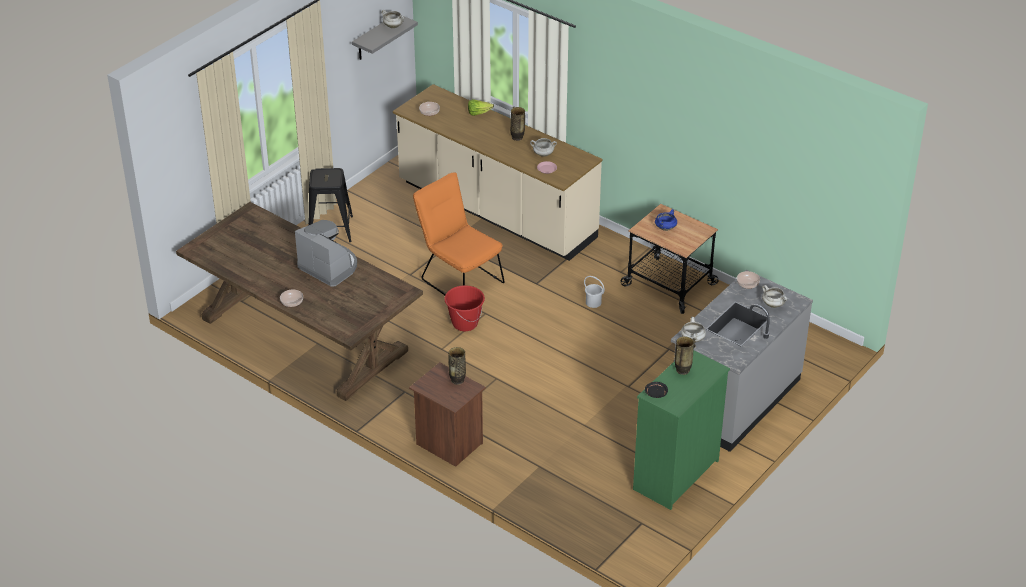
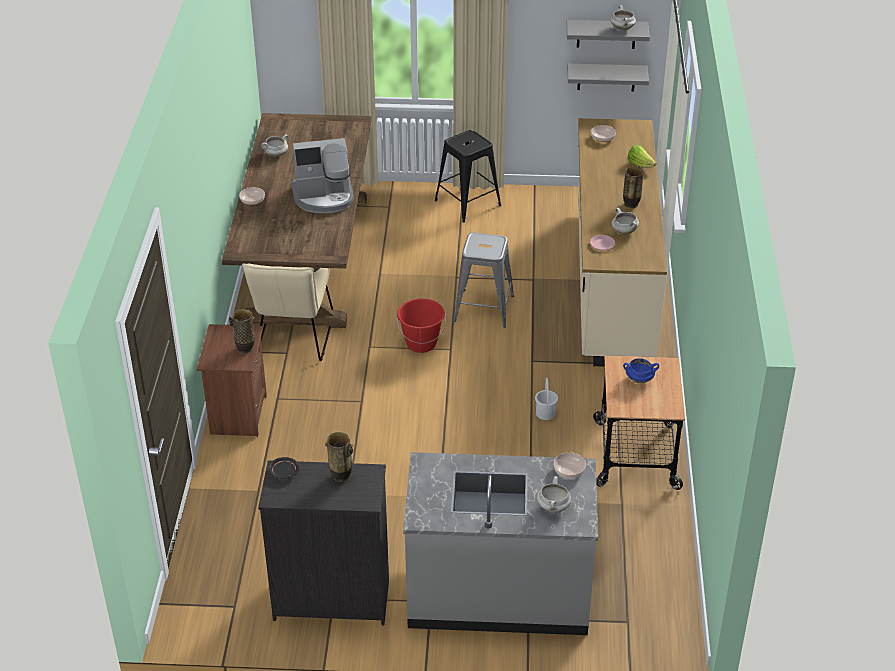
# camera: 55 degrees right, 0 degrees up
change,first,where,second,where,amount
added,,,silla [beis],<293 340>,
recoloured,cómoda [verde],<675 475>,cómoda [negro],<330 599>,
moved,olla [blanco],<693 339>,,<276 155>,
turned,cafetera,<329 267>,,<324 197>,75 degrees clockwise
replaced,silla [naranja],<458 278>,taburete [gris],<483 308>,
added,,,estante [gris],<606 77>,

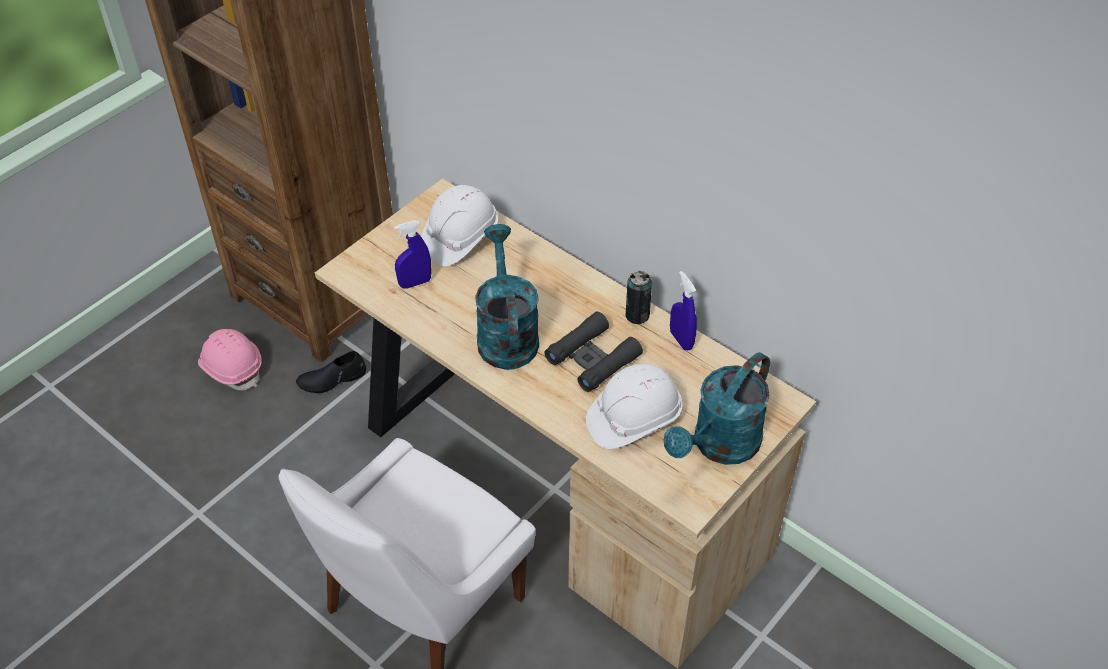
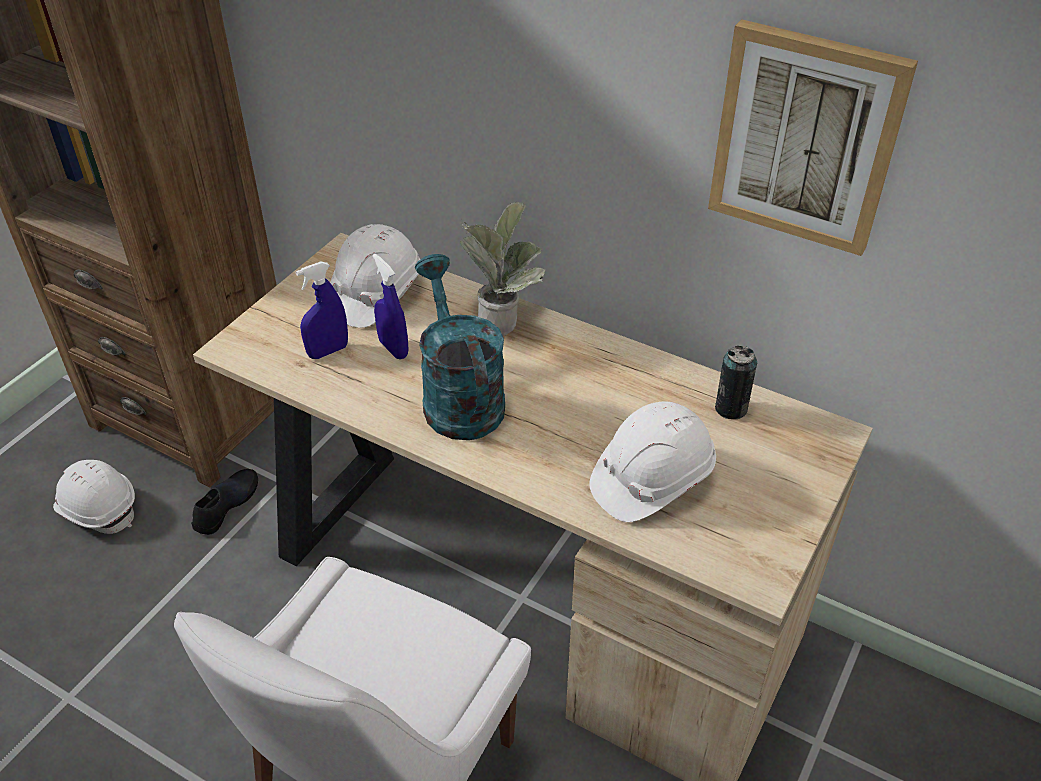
# camera: 10 degrees left, 5 degrees down
change,first,where,second,where,amount
recoloured,casco [rosa],<232 368>,casco [blanco],<98 508>,
turned,zapato [negro],<332 379>,,<226 505>,150 degrees clockwise
moved,pulverizador [azul],<681 340>,,<393 349>,
added,,,planta en maceta,<503 319>,
added,,,cuadro,<806 138>,
moved,lata,<637 315>,,<731 408>,
removed,prismáticos [negro],<592 358>,,,
removed,regadera [turquesa],<719 446>,,,

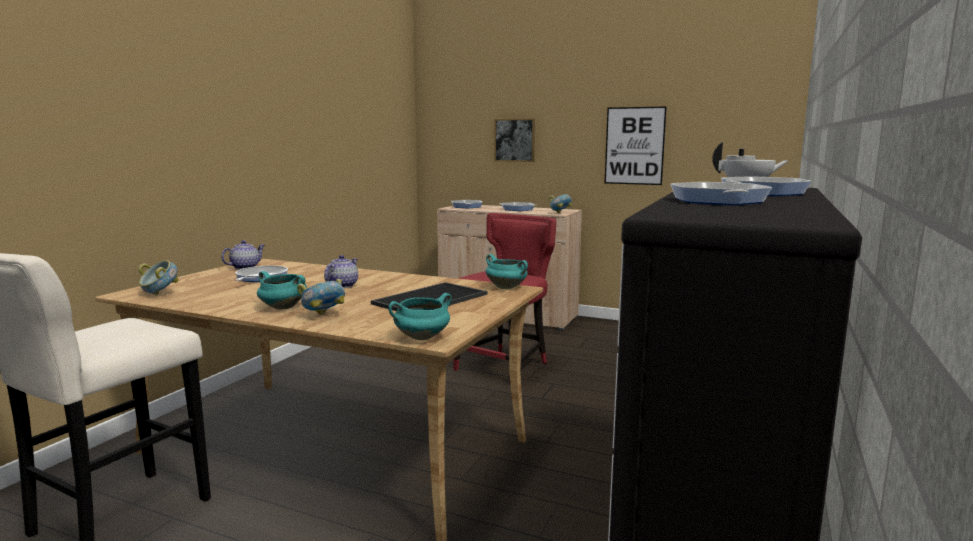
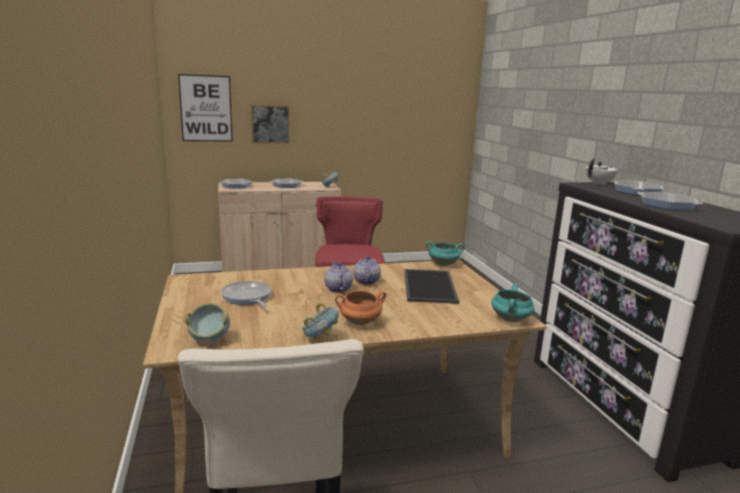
# camera: 40 degrees left, 5 degrees up
change,first,where,second,where,amount
moved,cuadro,<634 146>,,<206 108>,
moved,cuenco,<324 315>,,<319 338>,
recoloured,olla [turquesa],<282 308>,olla [naranja],<359 322>,
moved,tetera,<245 267>,,<366 281>,

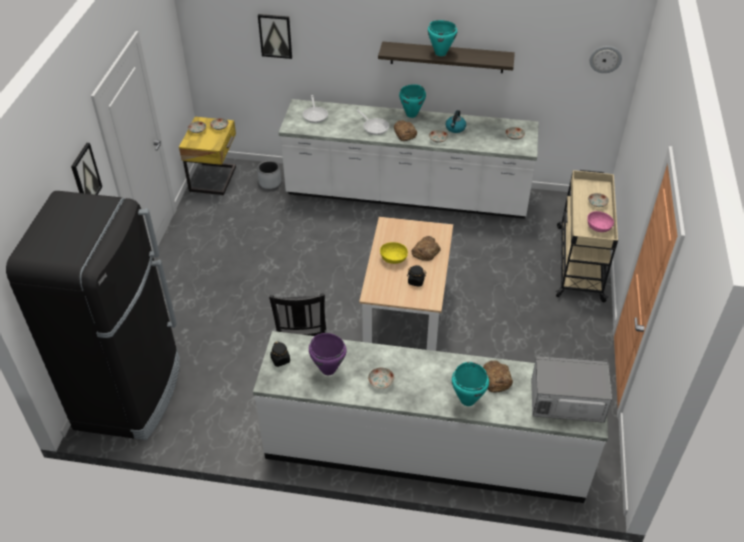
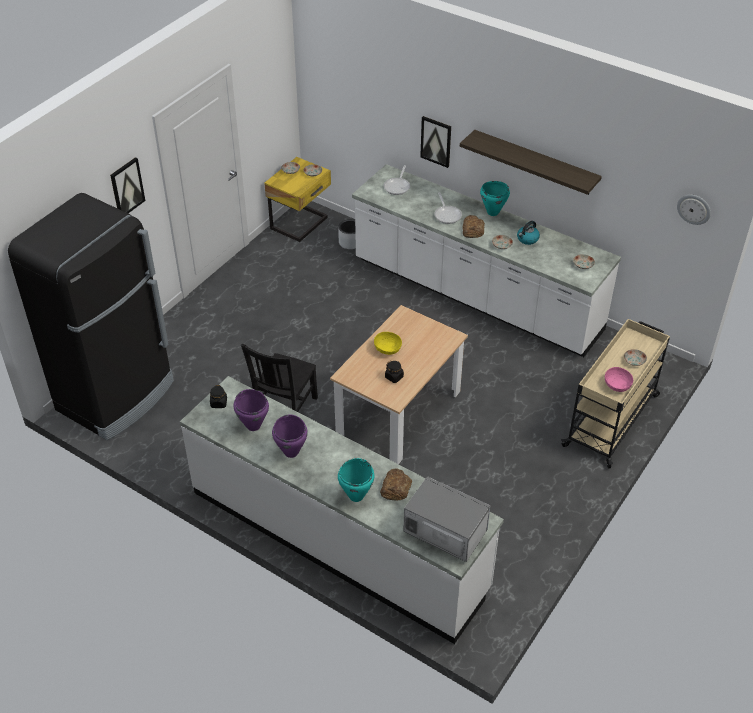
# camera: 25 degrees right, 0 degrees up
change,first,where,second,where,amount
replaced,plato,<381 381>,olla [morado],<291 452>,
moved,cuadro,<275 36>,,<436 141>,
removed,pan,<425 251>,,,
removed,olla [turquesa],<440 53>,,,

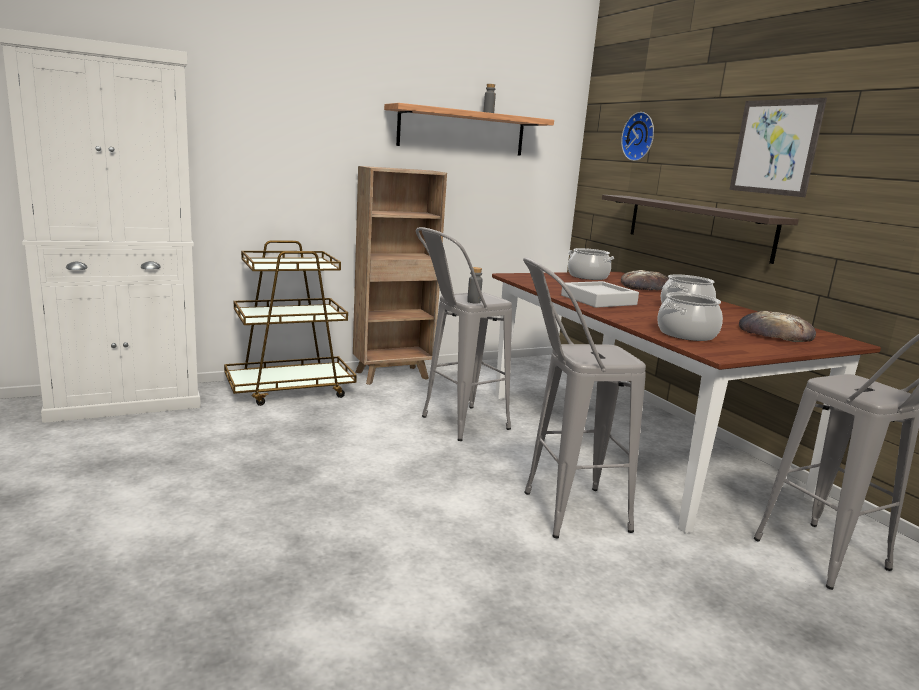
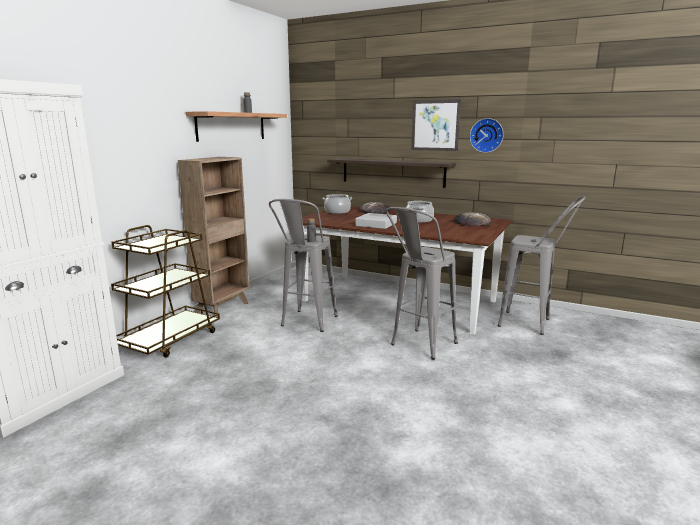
# camera: 35 degrees left, 0 degrees up
change,first,where,second,where,amount
moved,reloj de pared,<640 137>,,<486 135>,
removed,olla,<686 334>,,,

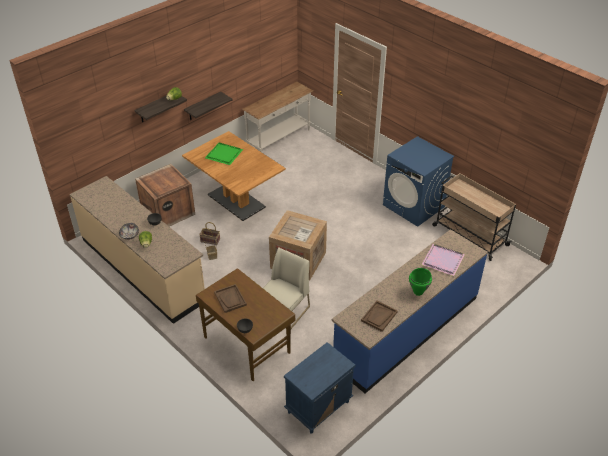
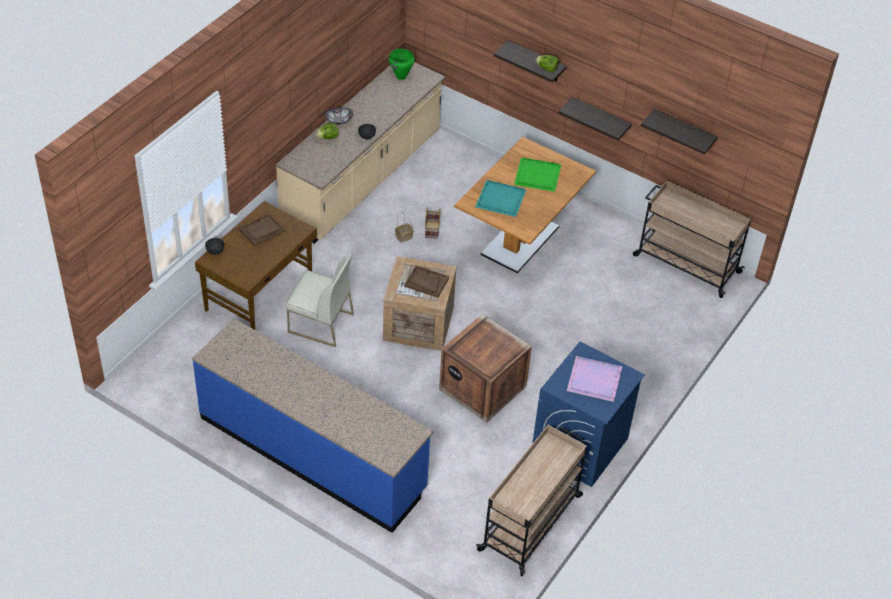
# camera: 75 degrees right, 5 degrees up
change,first,where,second,where,amount
moved,olla [verde],<418 292>,,<401 76>,
moved,bandeja [marrón],<379 317>,,<426 282>,
moved,caja de embalaje,<169 212>,,<482 389>,
added,,,bandeja [turquesa],<501 199>,
moved,bandeja [morado],<442 261>,,<593 379>,
replaced,mesa consola [blanco],<279 139>,carrito [beis],<685 263>,
added,,,estante,<684 131>,
removed,mesita de noche [azul],<318 407>,,,

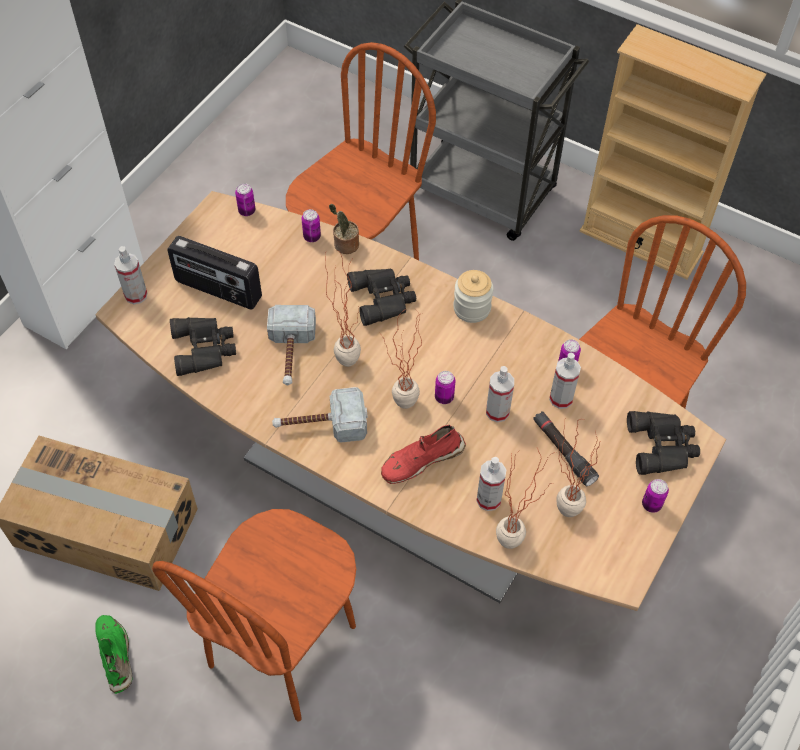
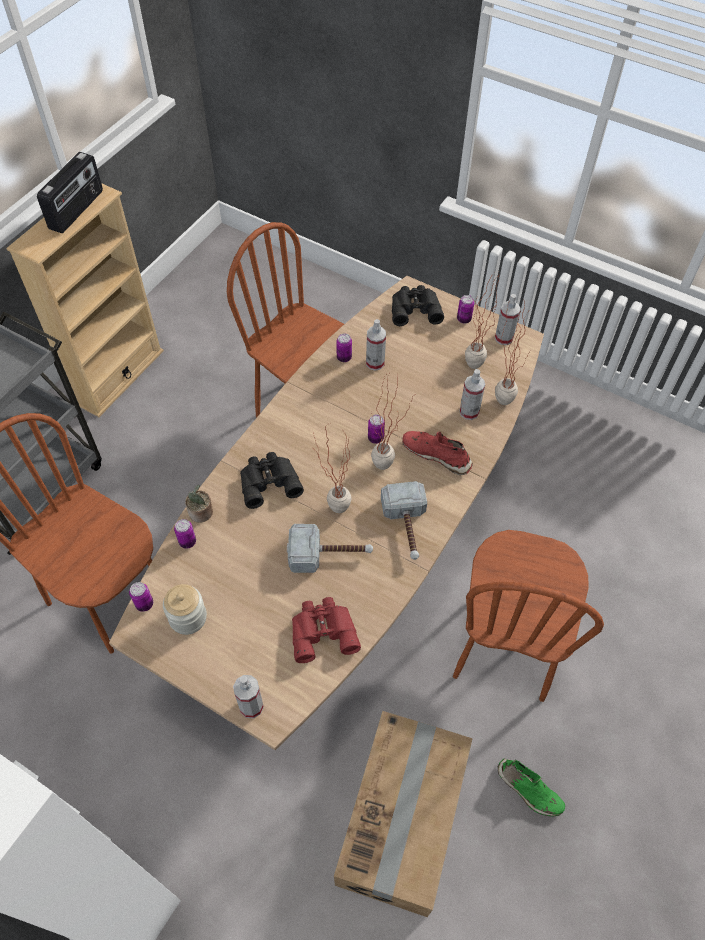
# camera: 90 degrees left, 0 degrees up
change,first,where,second,where,amount
moved,radio,<218 290>,,<77 210>,
moved,tarro,<472 308>,,<188 617>,
recoloured,prismáticos [negro],<205 348>,prismáticos [rojo],<322 630>,
turned,zapato [rojo],<421 459>,,<436 454>,150 degrees clockwise
turned,silla [marrón],<283 646>,,<505 646>,75 degrees clockwise
moved,pulverizador,<497 412>,,<504 338>,
turned,zapato [verde],<116 655>,,<528 790>,120 degrees counterclockwise
removed,linterna [negro],<563 451>,,,

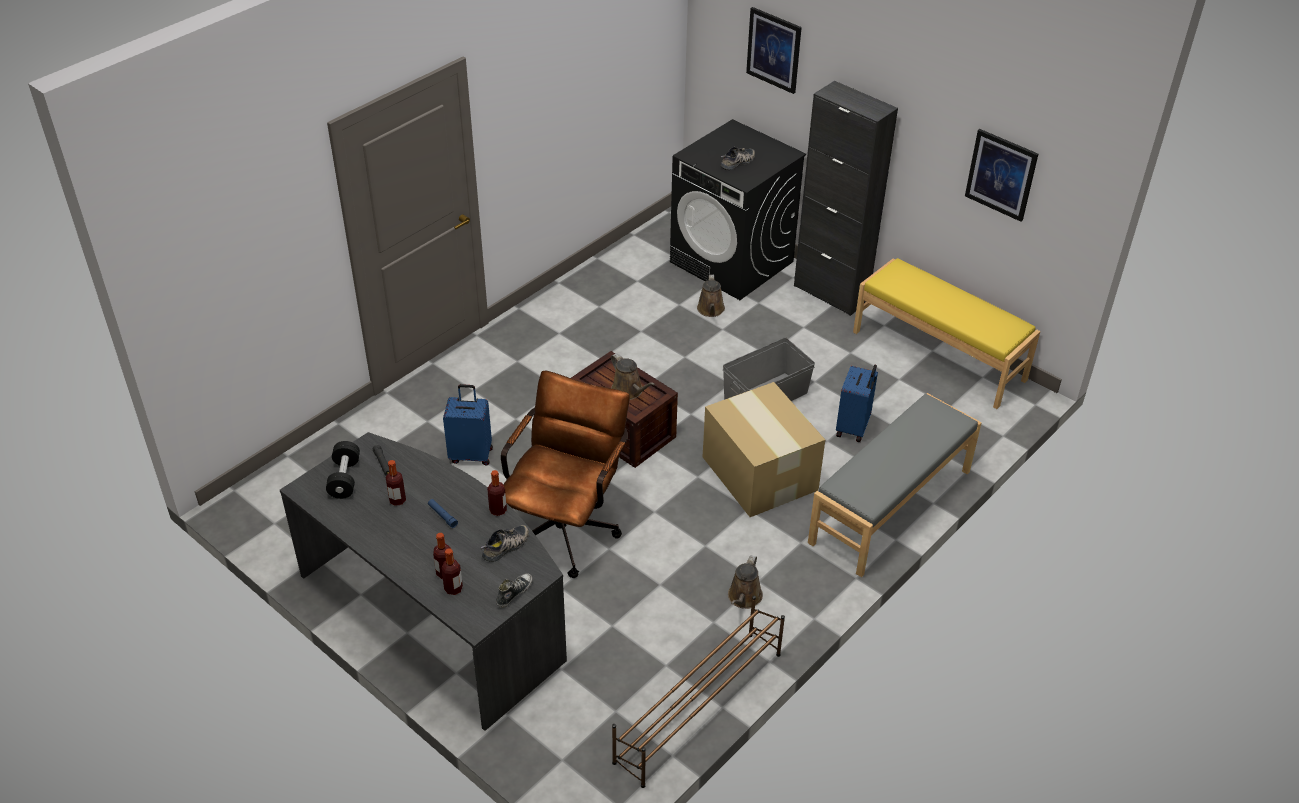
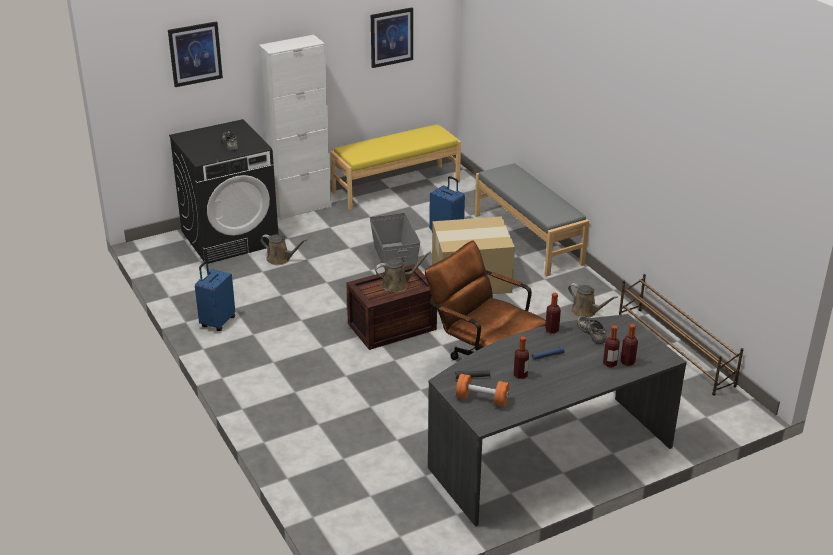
# camera: 70 degrees left, 10 degrees down
change,first,where,second,where,amount
moved,maleta [azul],<471 454>,,<217 322>,
recoloured,armario [negro],<831 293>,armario [blanco],<301 208>,
recoloured,mancuerna [negro],<344 478>,mancuerna [naranja],<482 399>,
removed,zapato,<514 593>,,,

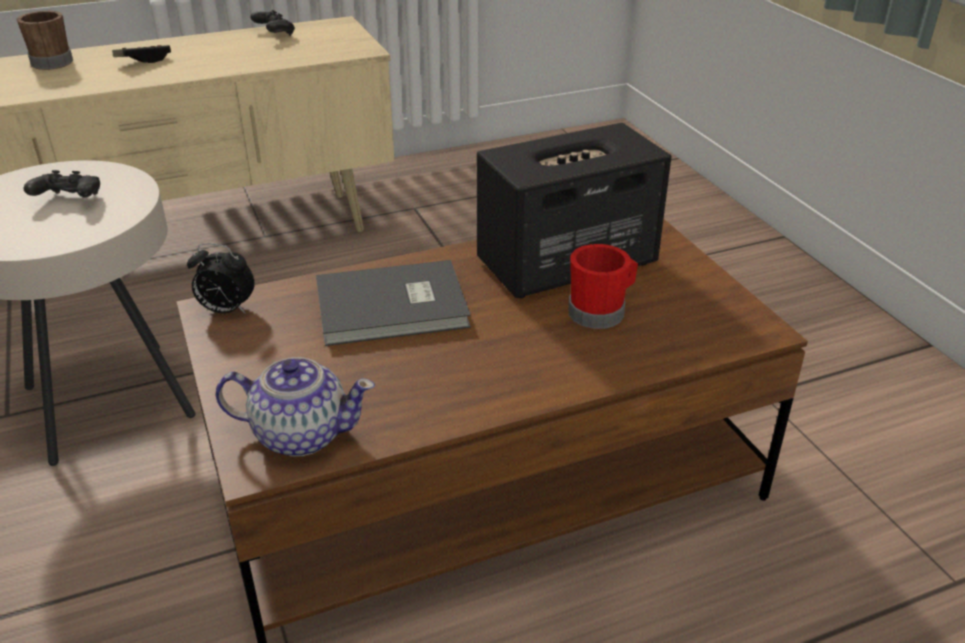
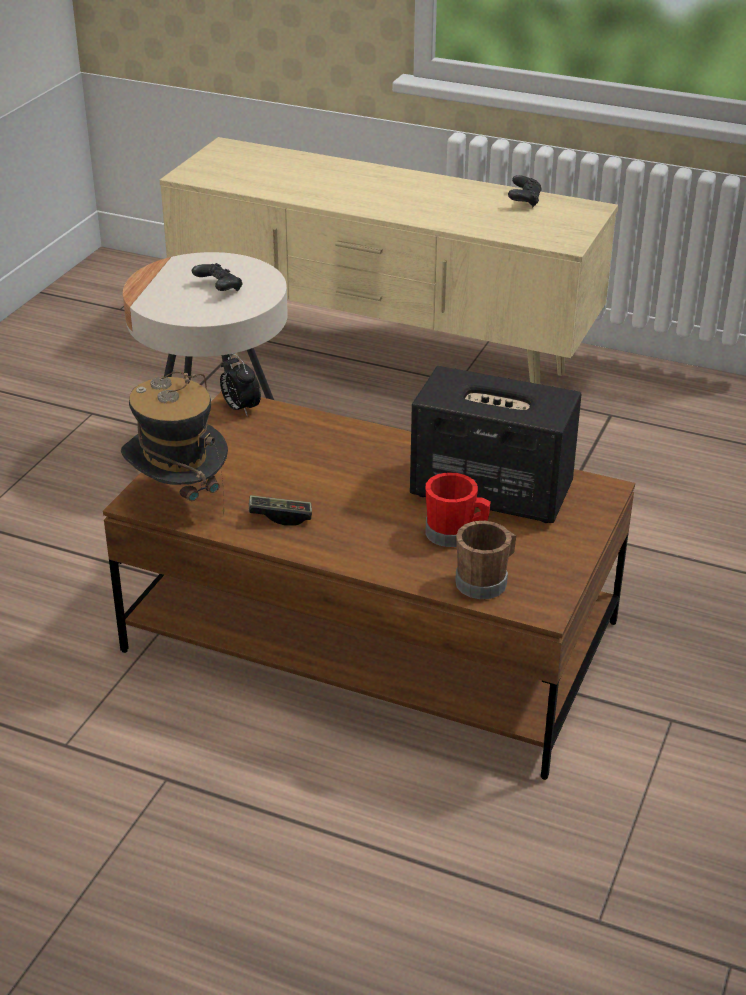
# camera: 45 degrees right, 0 degrees up
change,first,where,second,where,amount
replaced,tetera,<300 434>,sombrero,<179 499>,
moved,mando de consola,<144 61>,,<280 517>,
moved,taza grande [marrón],<54 61>,,<486 581>,
removed,libro [gris],<394 308>,,,

